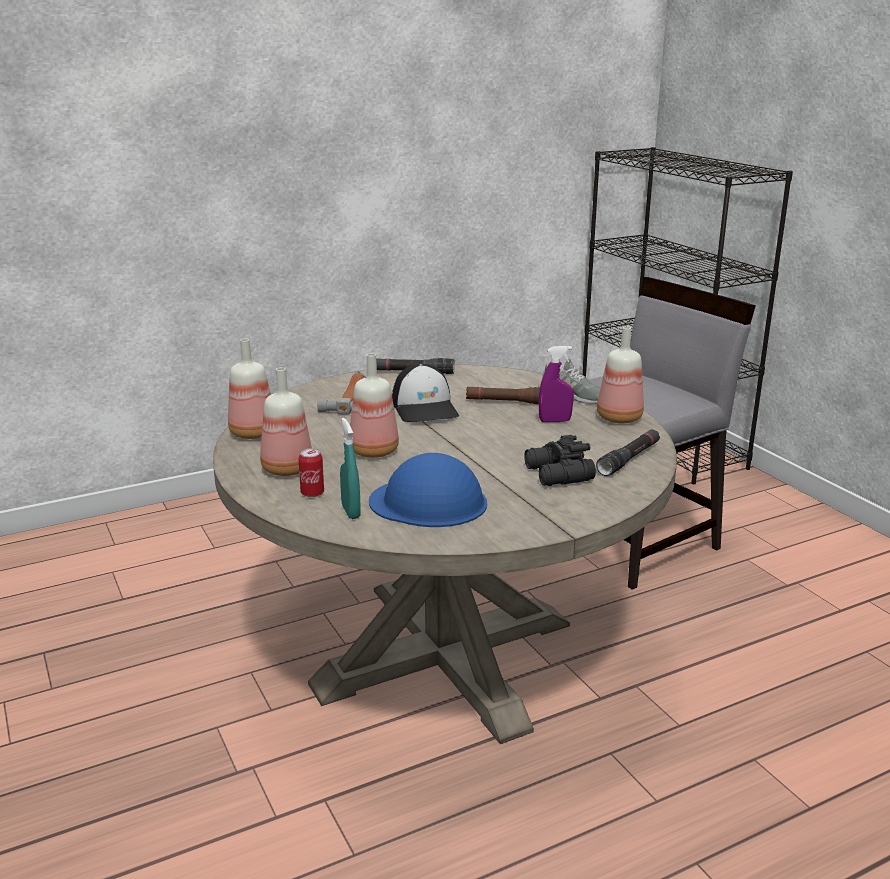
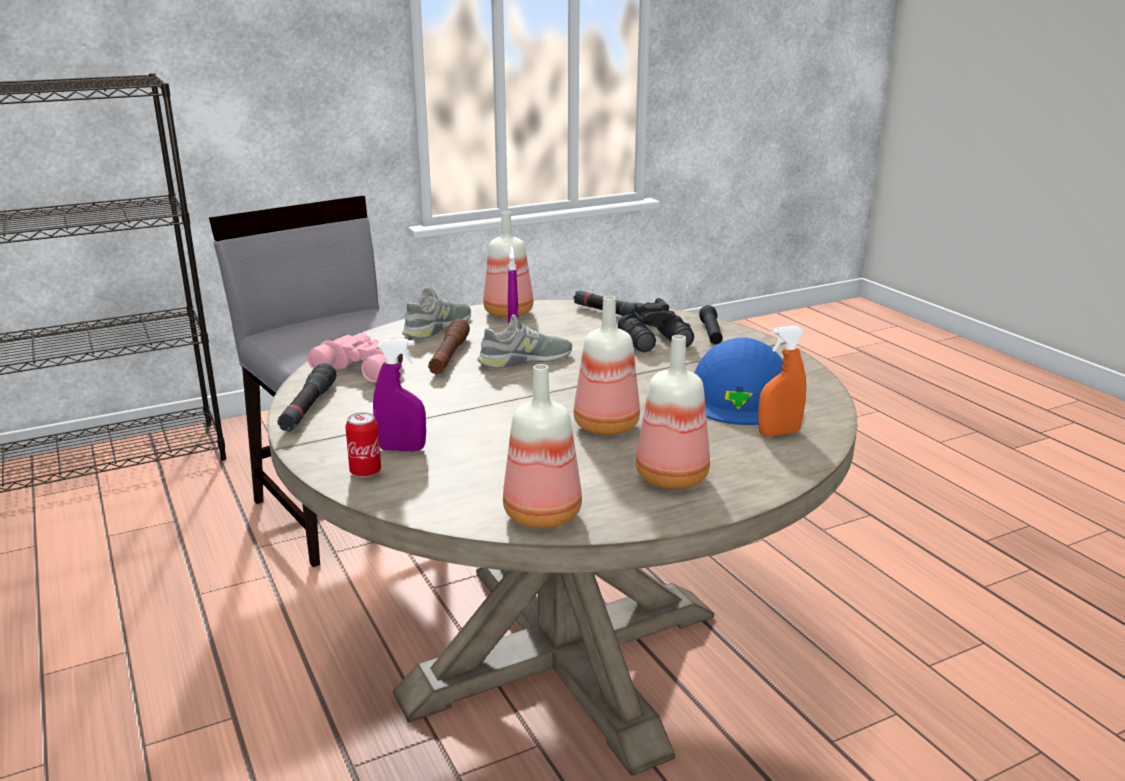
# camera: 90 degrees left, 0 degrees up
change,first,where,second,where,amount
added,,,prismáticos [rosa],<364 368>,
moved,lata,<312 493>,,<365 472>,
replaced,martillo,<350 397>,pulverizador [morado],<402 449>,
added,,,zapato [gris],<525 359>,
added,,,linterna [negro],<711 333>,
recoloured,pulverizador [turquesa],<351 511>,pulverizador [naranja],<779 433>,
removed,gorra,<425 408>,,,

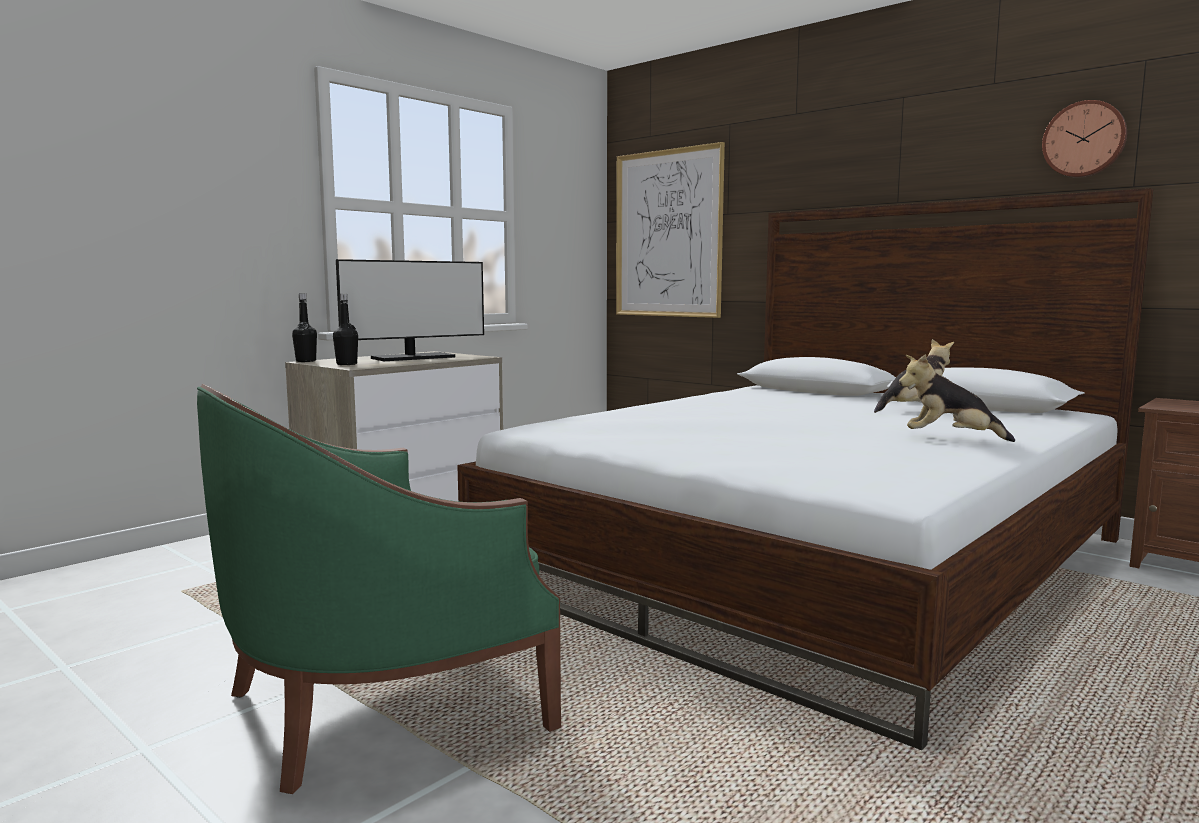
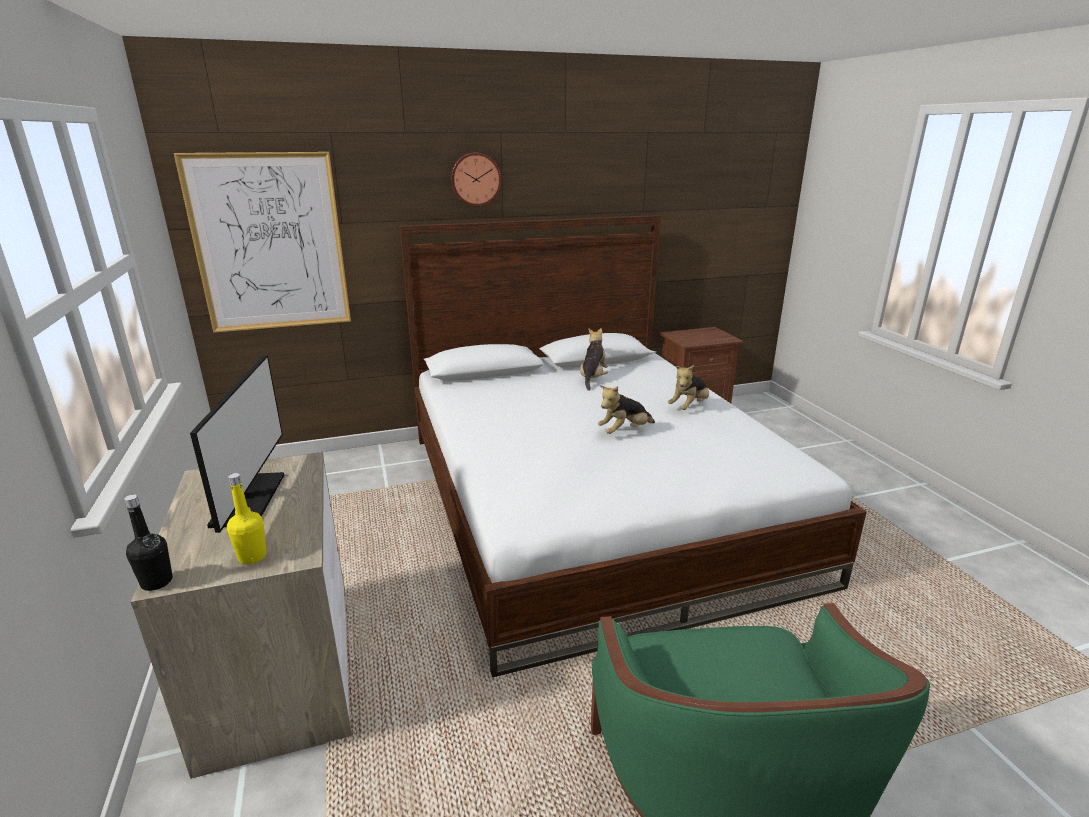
# camera: 60 degrees left, 15 degrees up
change,first,where,second,where,amount
recoloured,botella [negro],<346 364>,botella [amarillo],<252 557>,
moved,reloj de pared,<1084 139>,,<475 179>,
added,,,peluche,<624 431>,

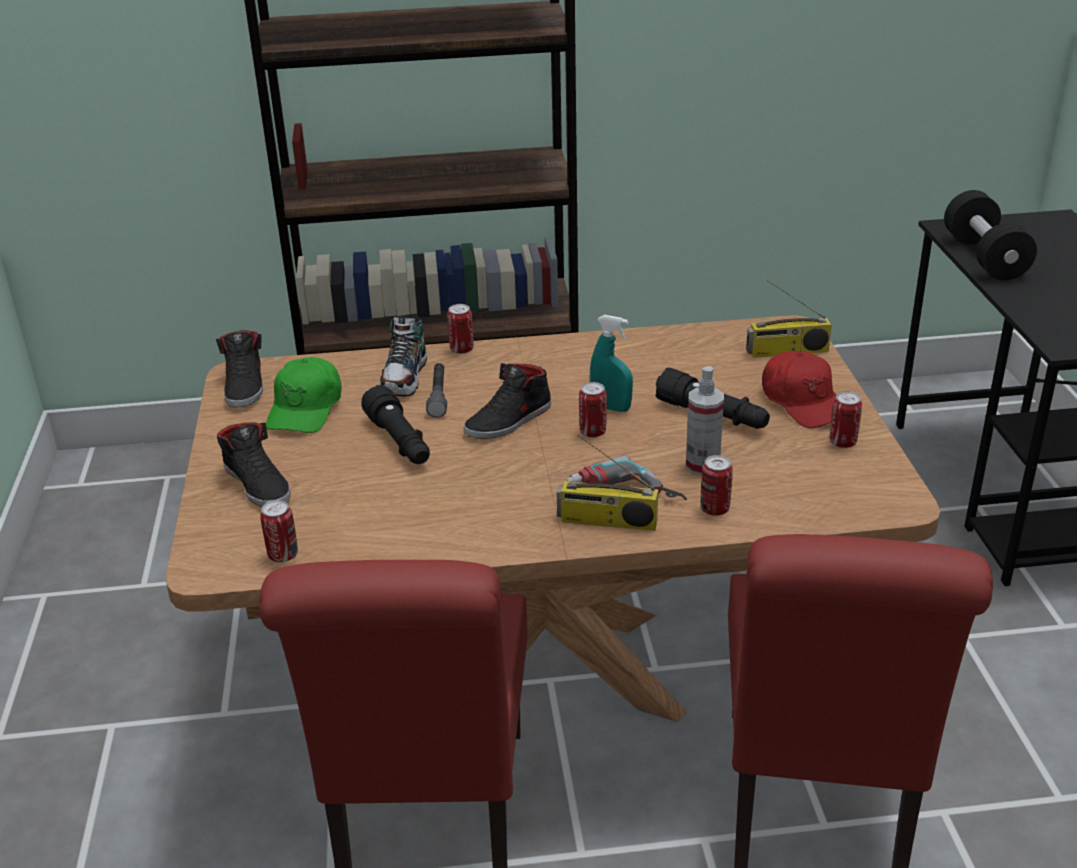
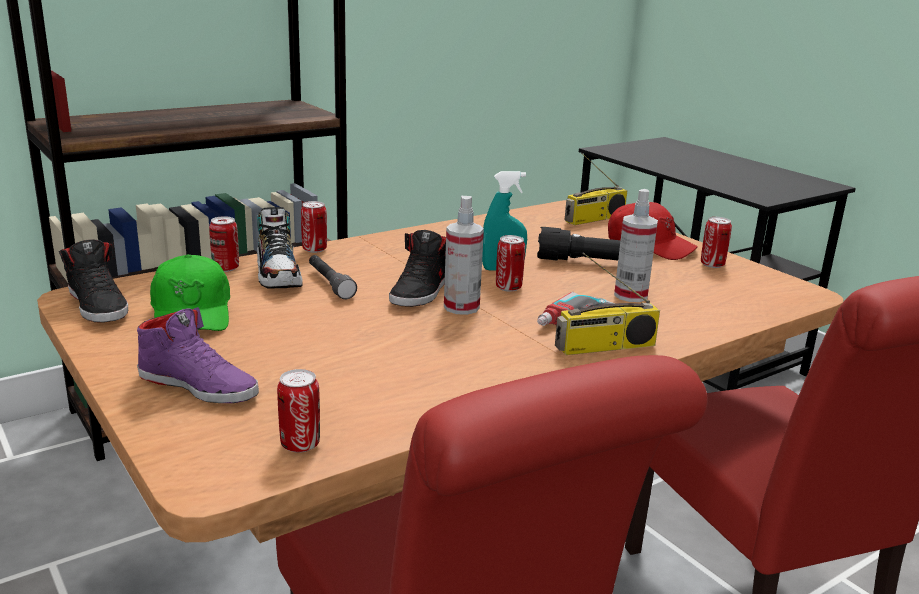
# camera: 30 degrees left, 10 degrees down
change,first,where,second,where,amount
recoloured,zapato [negro],<258 484>,zapato [morado],<199 385>,
moved,lata,<715 509>,,<226 268>,
added,,,pulverizador,<461 307>,
removed,linterna [negro],<400 442>,,,
removed,mancuerna [negro],<984 257>,,,

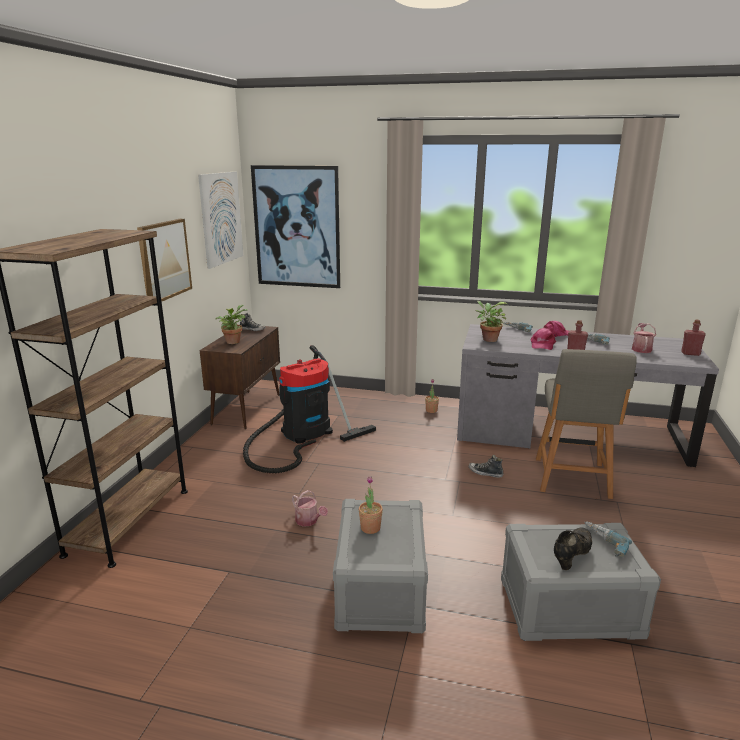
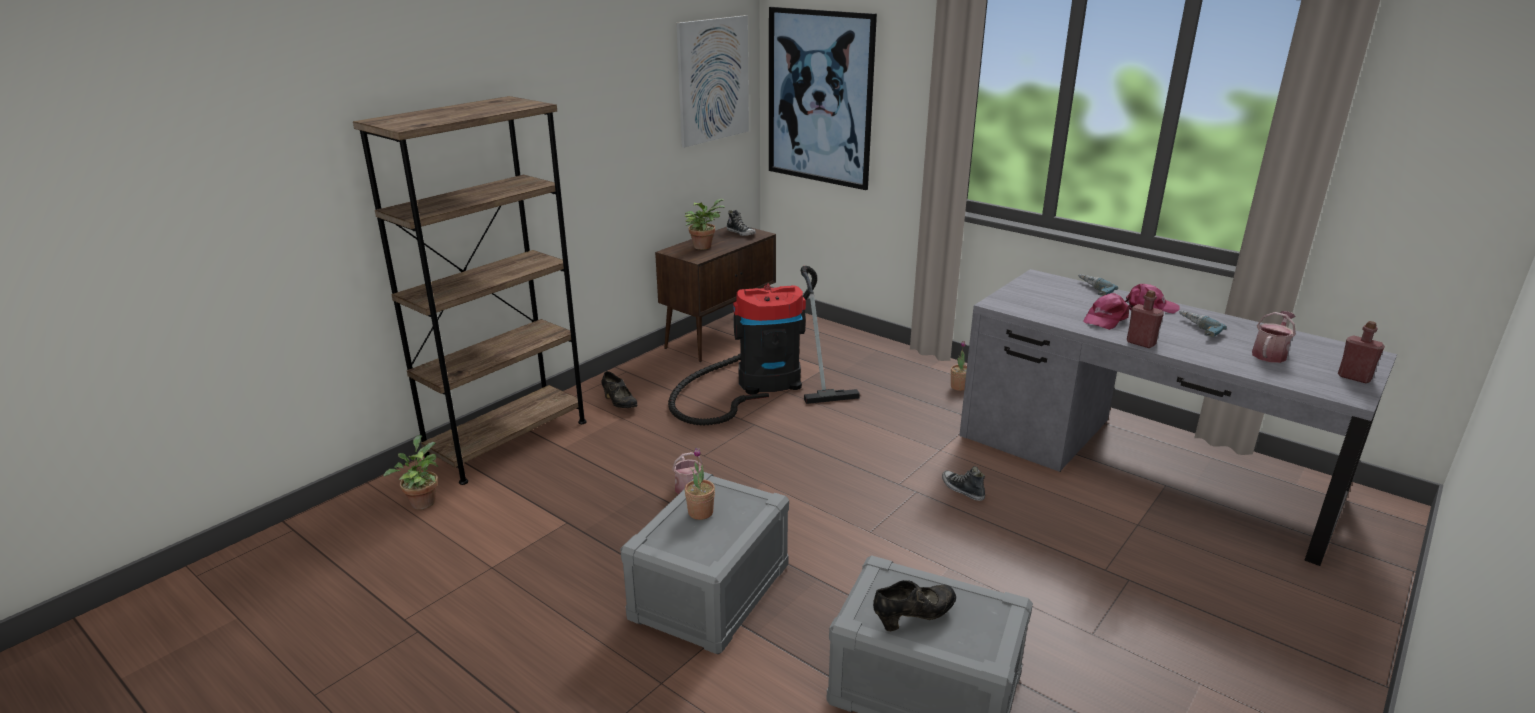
# camera: 25 degrees right, 5 degrees up
change,first,where,second,where,amount
moved,planta en maceta,<488 339>,,<422 501>,
added,,,zapato [negro],<619 403>,
removed,cuadro,<164 260>,,,
removed,silla [gris],<572 479>,,,
removed,taladro,<602 543>,,,

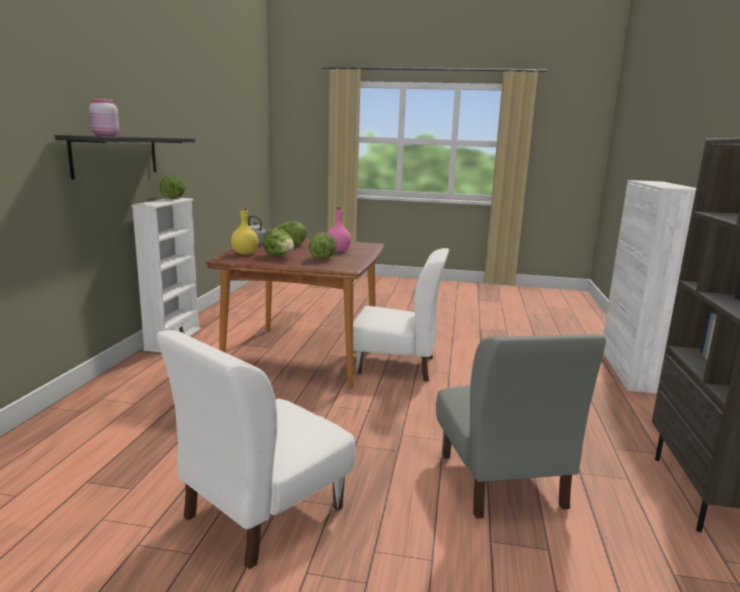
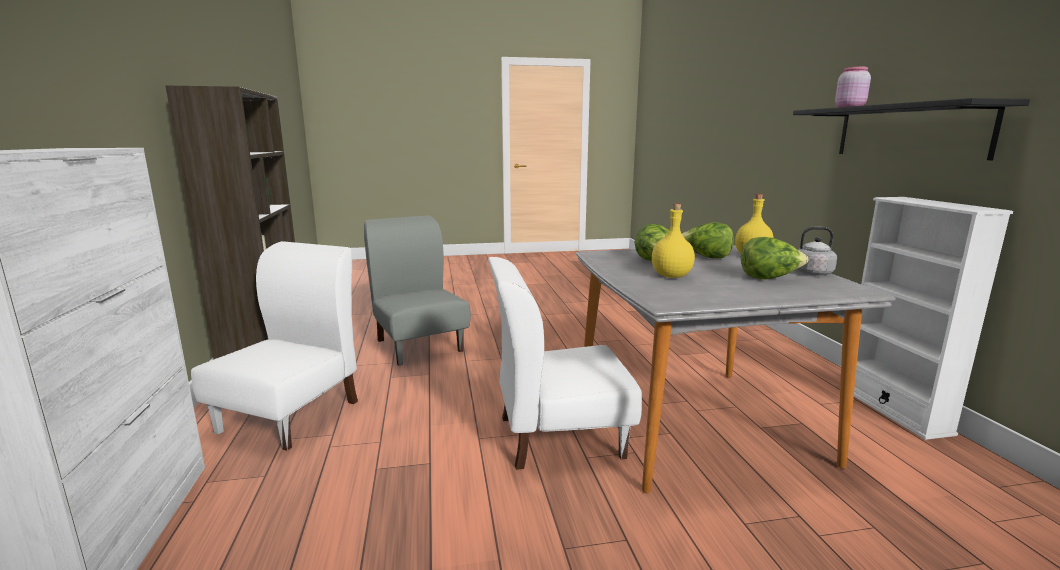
# camera: 160 degrees right, 0 degrees up
change,first,where,second,where,amount
moved,silla [blanco],<262 512>,,<291 416>,
recoloured,mesa de comedor [marrón],<303 356>,mesa de comedor [gris],<694 422>,
recoloured,botella [rosa],<337 251>,botella [amarillo],<672 276>,
removed,lechuga,<173 198>,,,

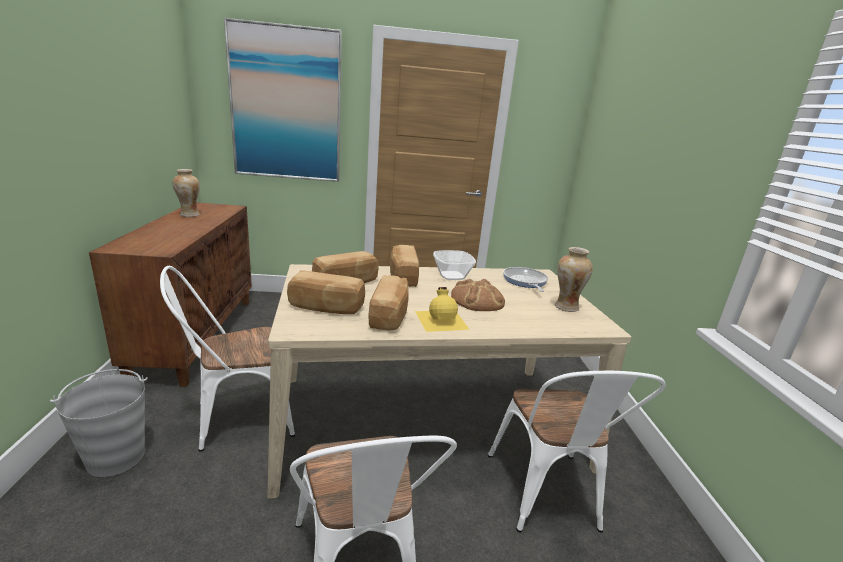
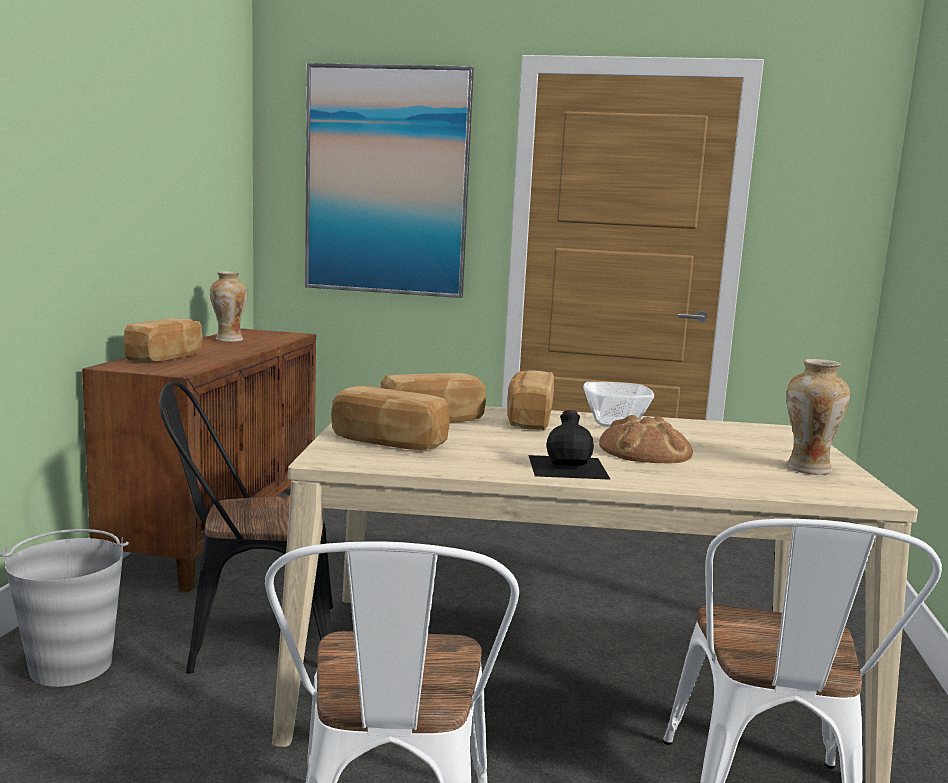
# camera: 15 degrees right, 10 degrees down
change,first,where,second,where,amount
moved,pan,<390 316>,,<167 358>,
recoloured,silla [blanco],<235 419>,silla [negro],<250 640>,
recoloured,botella [amarillo],<442 319>,botella [negro],<569 466>,
removed,sartén,<525 281>,,,

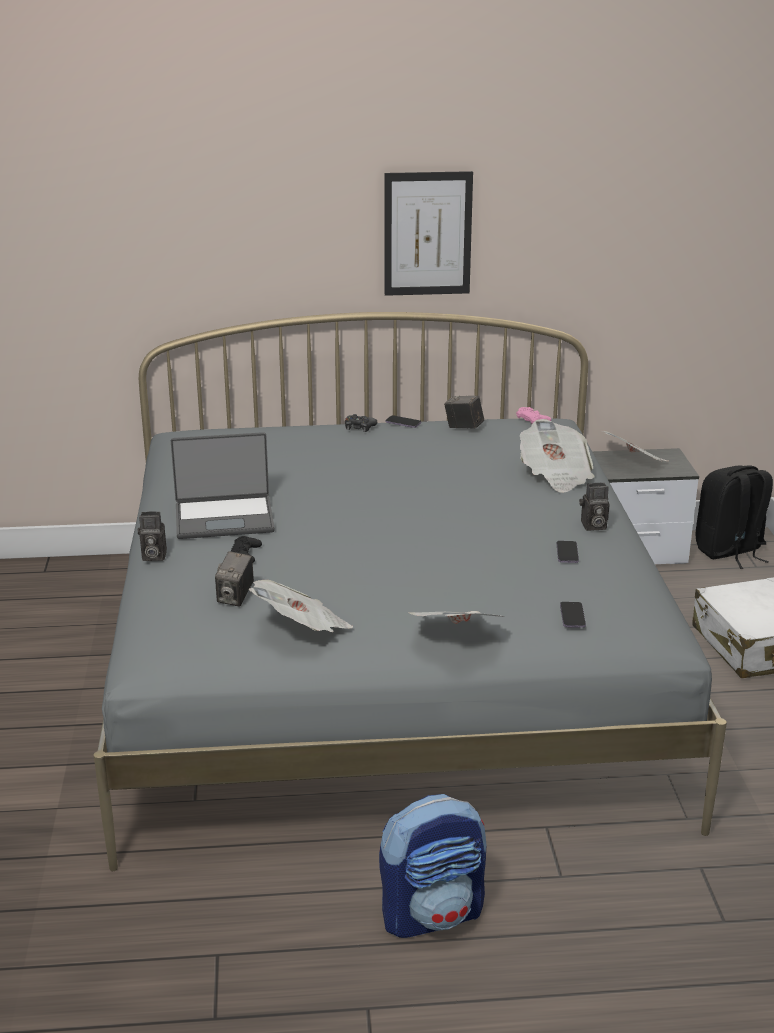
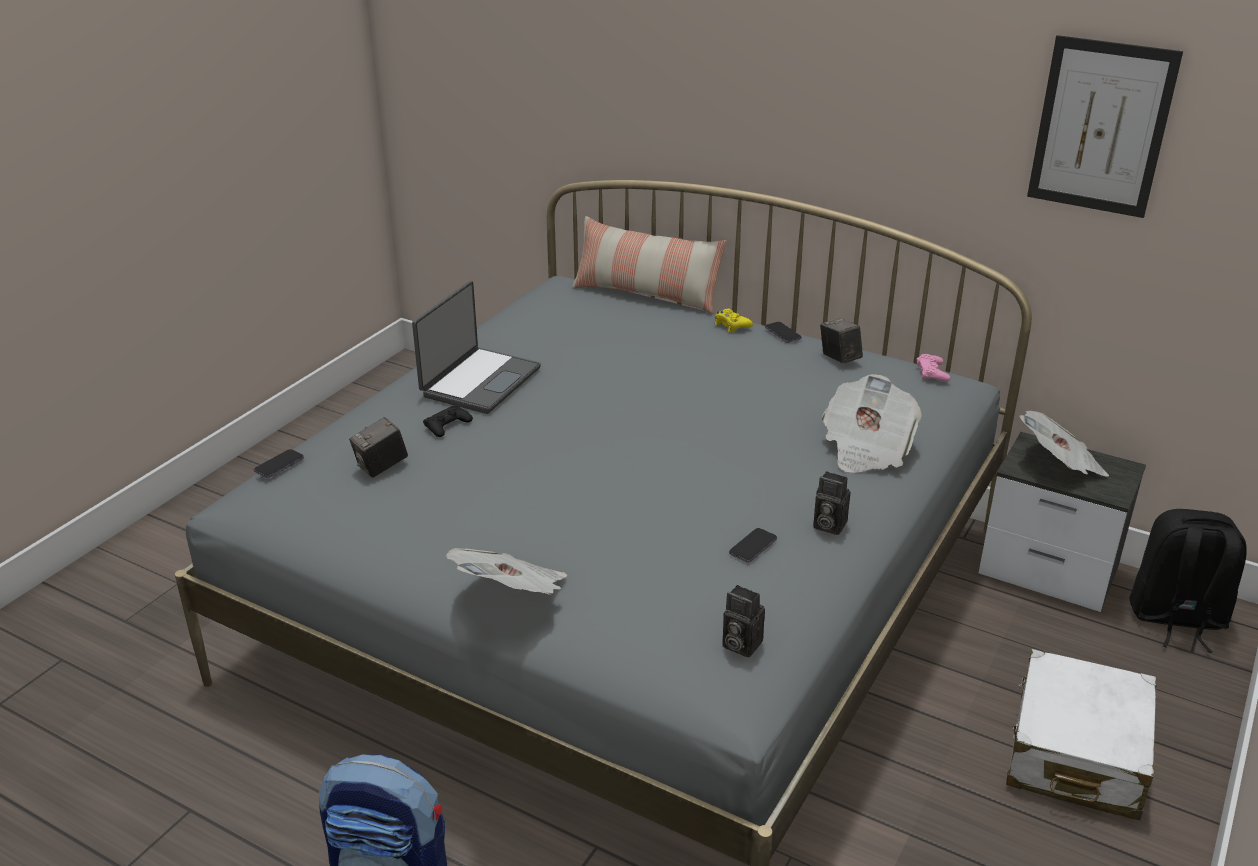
# camera: 35 degrees right, 5 degrees up
change,first,where,second,where,amount
moved,móvil,<572 616>,,<279 465>,
turned,portátil,<224 518>,,<479 381>,90 degrees counterclockwise
added,,,cojín,<646 294>,
recoloured,mando de consola [negro],<359 427>,mando de consola [amarillo],<731 325>,
moved,cámara,<152 556>,,<739 644>,
moved,cuadro,<427 234>,,<1101 127>,
removed,periódico,<302 629>,,,

